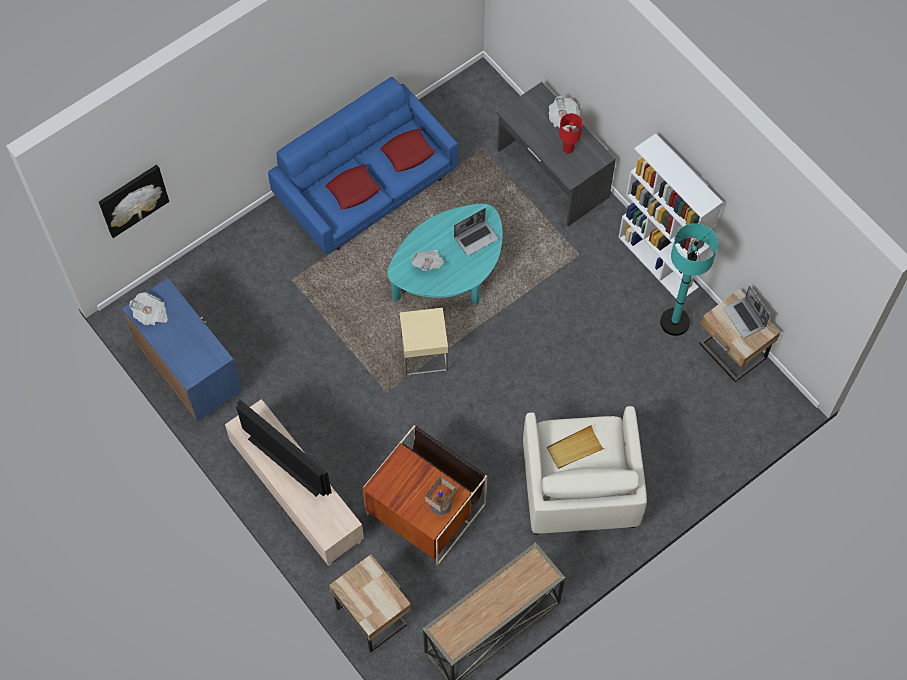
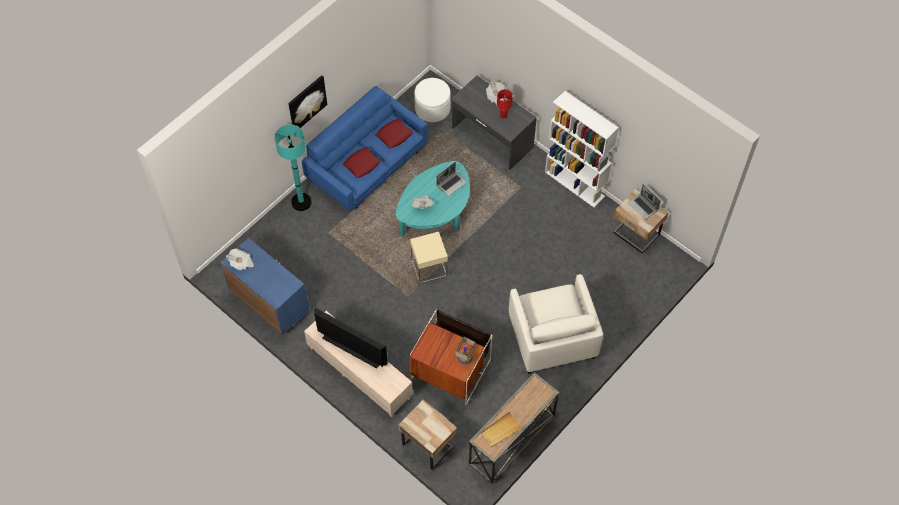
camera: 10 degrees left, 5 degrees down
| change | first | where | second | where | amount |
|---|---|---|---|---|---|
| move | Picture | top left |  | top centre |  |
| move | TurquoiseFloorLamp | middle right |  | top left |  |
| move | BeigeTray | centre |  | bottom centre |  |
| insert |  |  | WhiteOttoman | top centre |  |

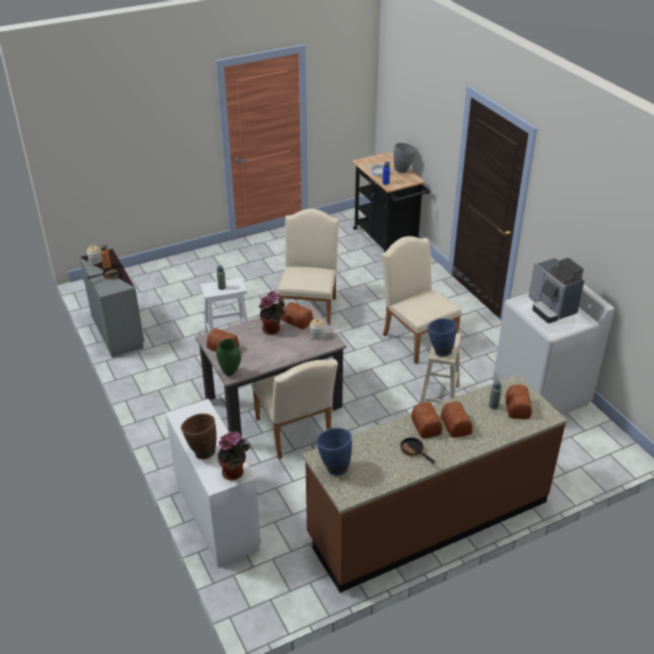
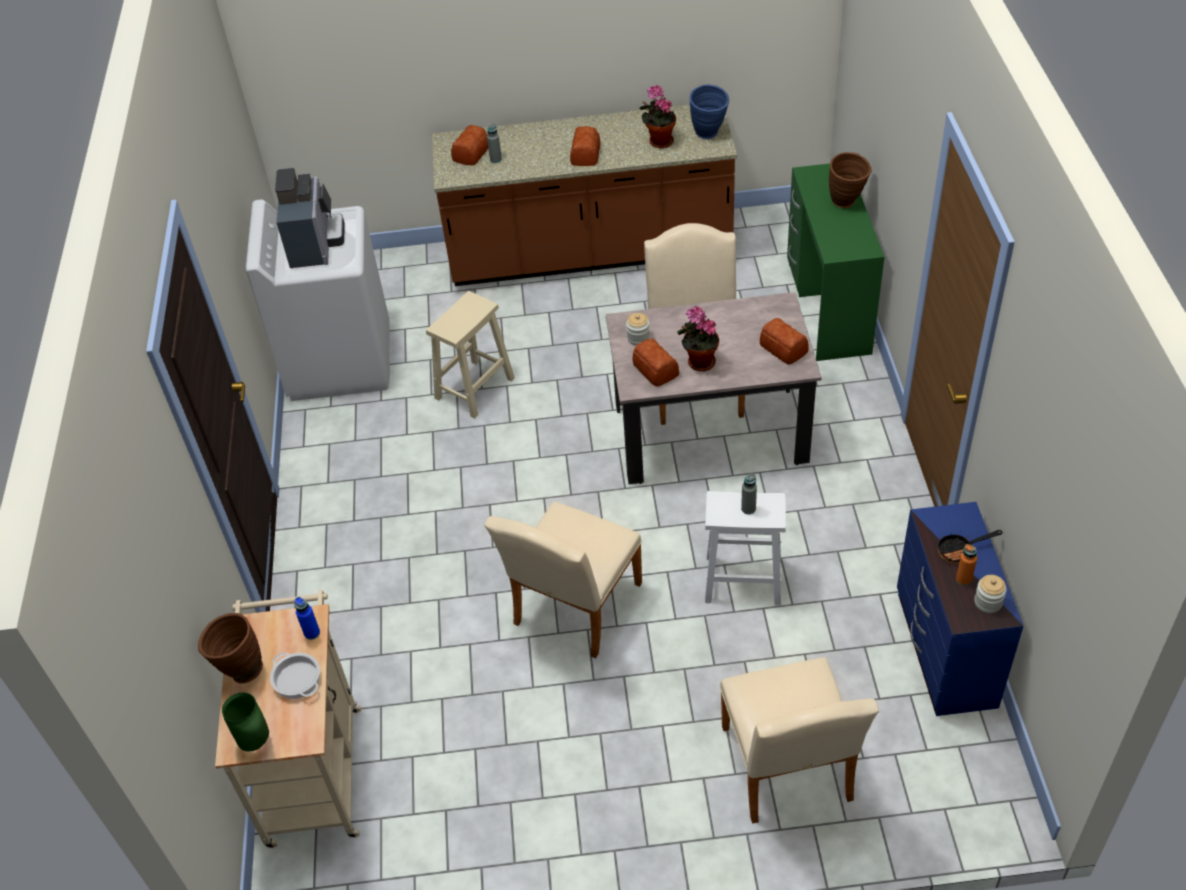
camera: 155 degrees left, 10 degrees up
| change | first | where | second | where | amount |
|---|---|---|---|---|---|
| recolor | GreyVase | top centre | BrownVase (1st from left) | bottom left |  |
| recolor | BlackCart | top centre | BeigeCart | bottom left |  |
| move | BeigeChair (3rd from left) | centre |  | bottom right |  |
| recolor | GreyDresser | middle left | BlueDresser | bottom right |  |
| delete | BlueVase (2nd from left) | middle right |  |  |  |
| move | GreenVase | centre |  | bottom left |  |
| recolor | WhiteDesk | bottom left | GreenDesk | top right |  |
| delete | Bread (4th from left) | middle right |  |  |  |
| move | PottedPlant (1st from left) | bottom centre |  | top centre |  |
| delete | FryingPan (2nd from left) | bottom centre |  |  |  |

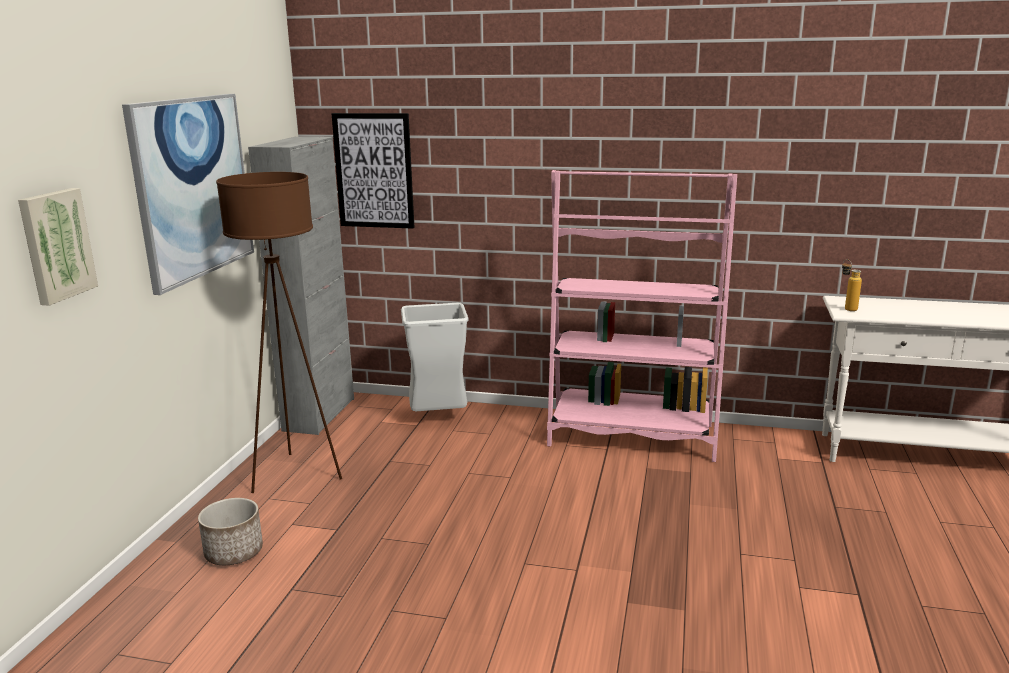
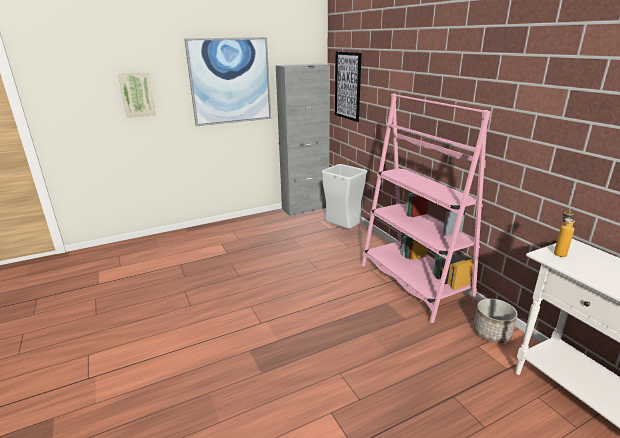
camera: 50 degrees right, 5 degrees up
| change | first | where | second | where | amount |
|---|---|---|---|---|---|
| delete | BrownFloorLamp | middle left |  |  |  |
| move | Planter | bottom left |  | bottom right |  |

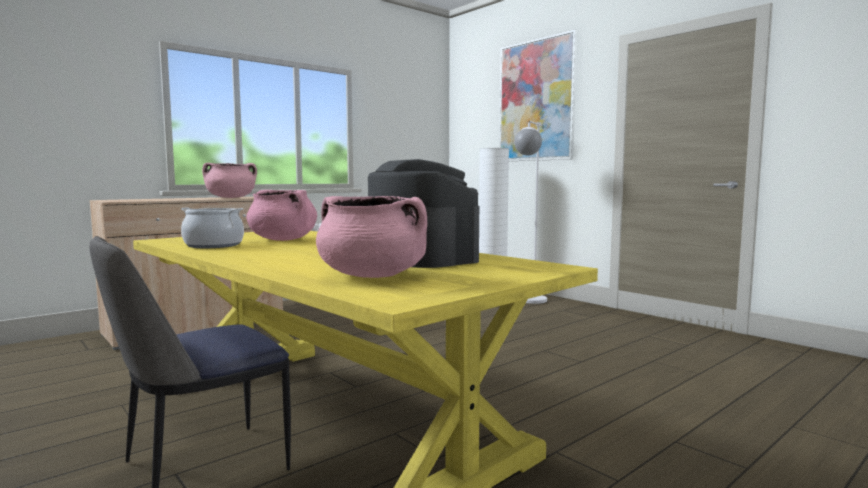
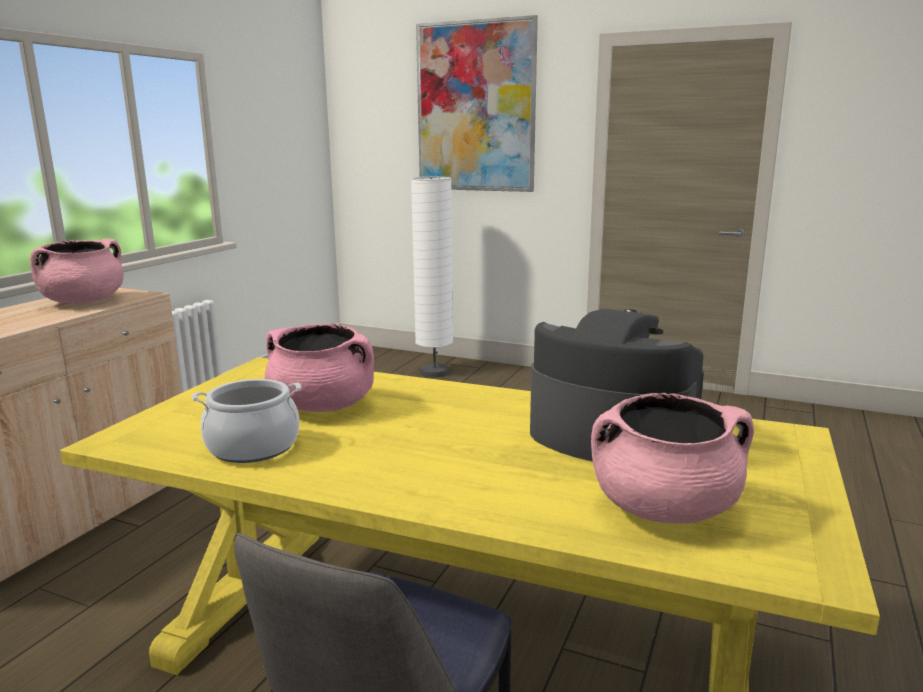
camera: 25 degrees left, 10 degrees up
| change | first | where | second | where | amount |
|---|---|---|---|---|---|
| delete | WhiteFloorLamp (2nd from left) | centre |  |  |  |

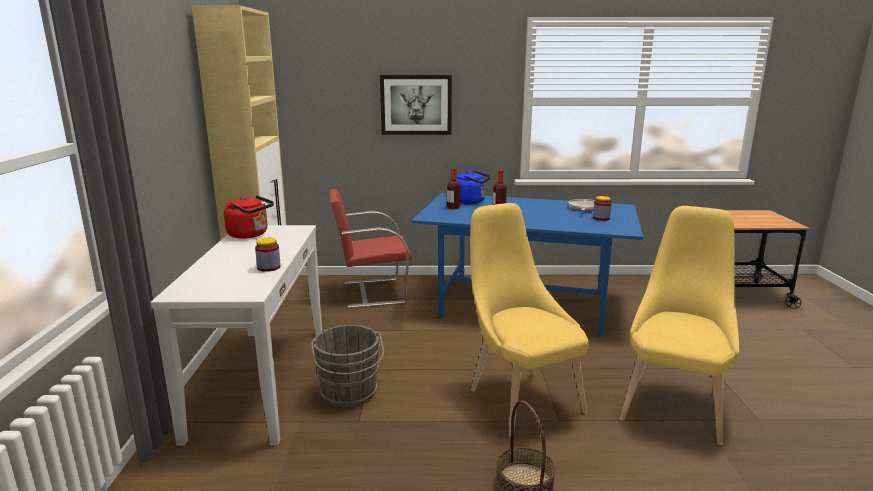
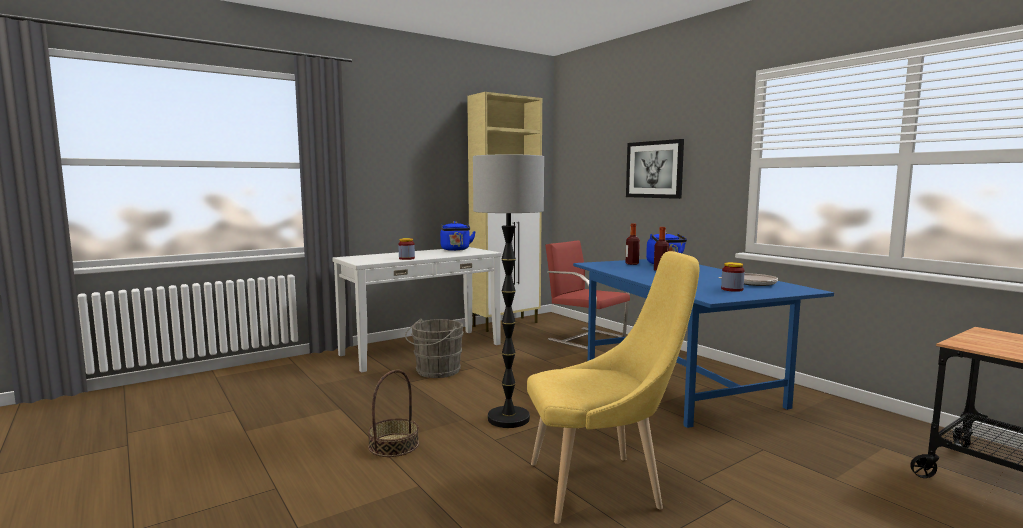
camera: 55 degrees right, 10 degrees down
| change | first | where | second | where | amount |
|---|---|---|---|---|---|
| recolor | RedKettle | middle left | BlueKettle (1st from left) | centre |  |
| replace | YellowChair (1st from left) | centre | FloorLamp | centre |  |

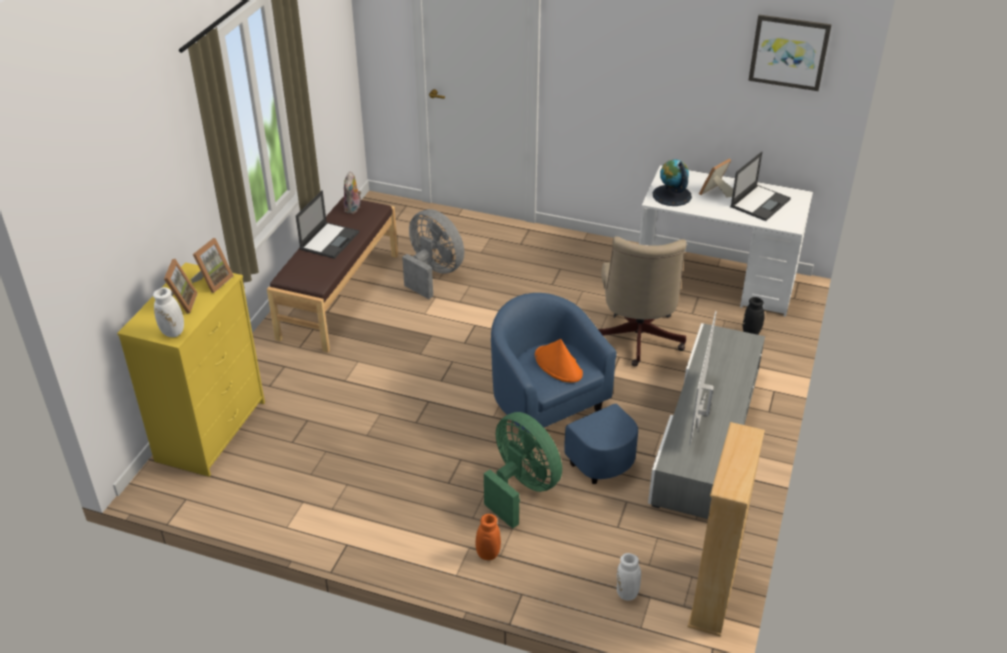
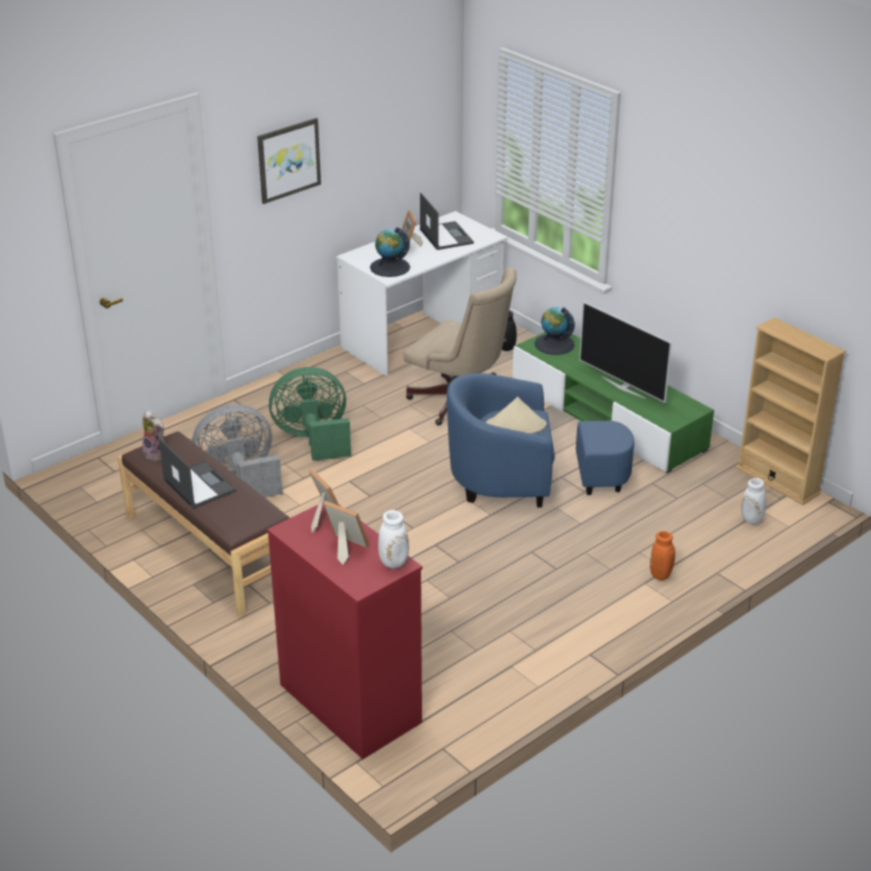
camera: 60 degrees left, 5 degrees down
| change | first | where | second | where | amount |
|---|---|---|---|---|---|
| move | Picture | top right |  | top left |  |
| recolor | YellowDresser | middle left | RedDresser | bottom centre |  |
| recolor | GreyTvStand | middle right | GreenTvStand | middle right |  |
| recolor | OrangeHat | centre | BeigeHat | centre |  |
| move | GreenFan | bottom centre |  | centre |  |
| insert |  |  | Globe (2nd from left) | centre |  |

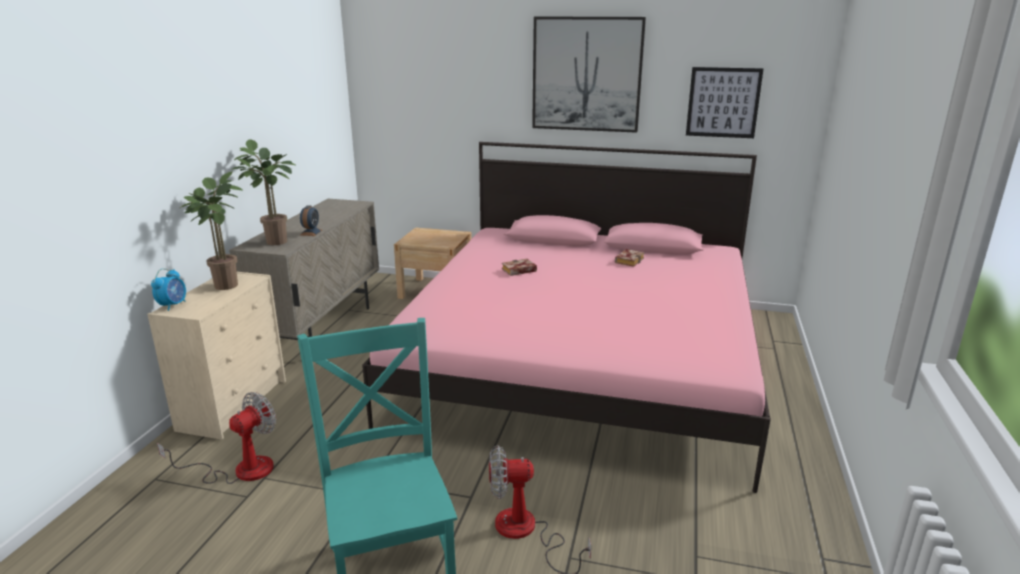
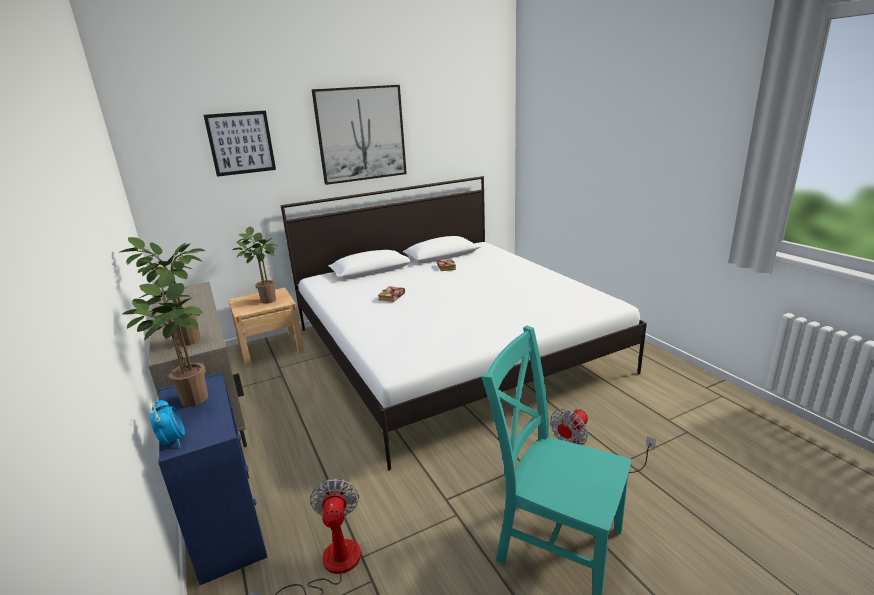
camera: 40 degrees left, 0 degrees up
| change | first | where | second | where | amount |
|---|---|---|---|---|---|
| move | Picture (2nd from left in the first image) | top right | Picture (1st from left) | top left |  |
| recolor | PinkBed | centre | WhiteBed | centre |  |
| delete | AlarmClock (2nd from left) | middle left |  |  |  |
| recolor | BeigeDresser | middle left | BlueDresser | bottom left |  |
| insert |  |  | PottedPlant (3rd from left) | middle left |  |

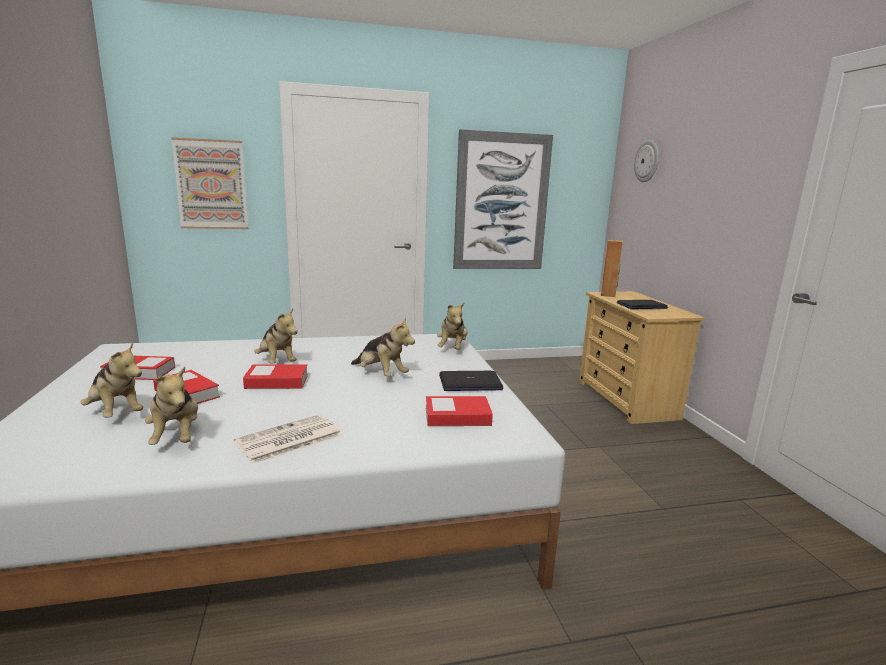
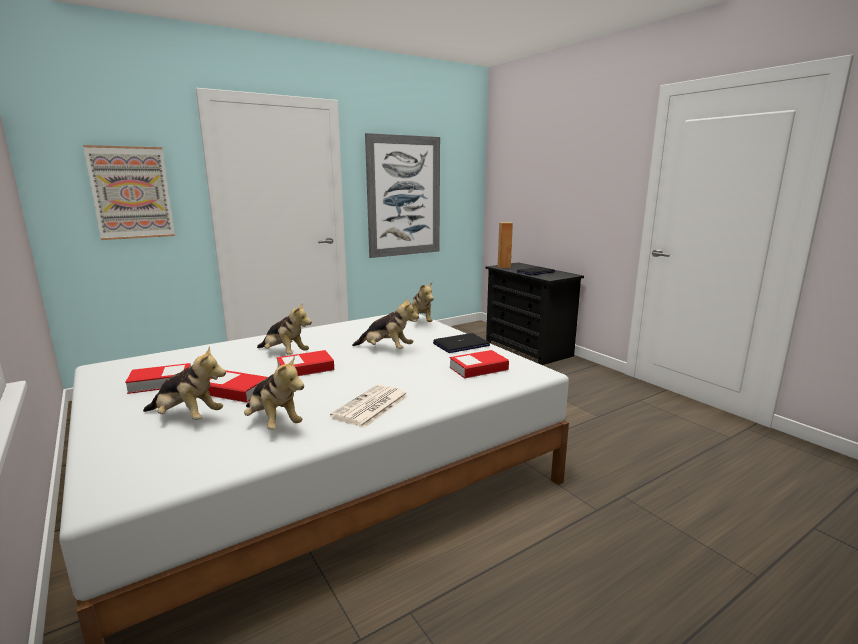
camera: 20 degrees left, 0 degrees up
| change | first | where | second | where | amount |
|---|---|---|---|---|---|
| delete | WallClock | top right |  |  |  |
| recolor | BeigeDresser | middle right | BlackDresser | centre |  |

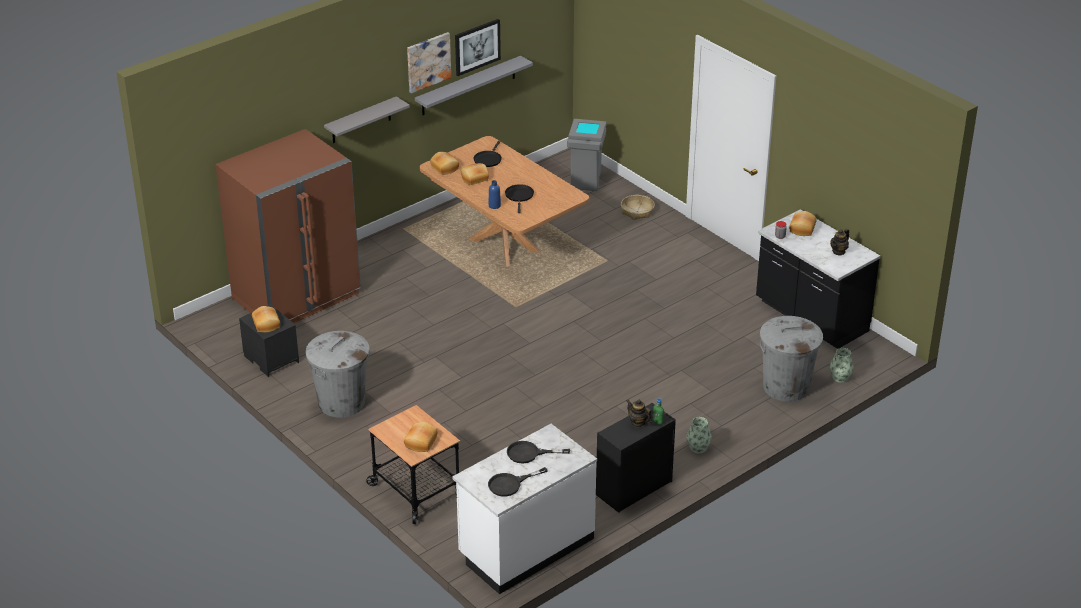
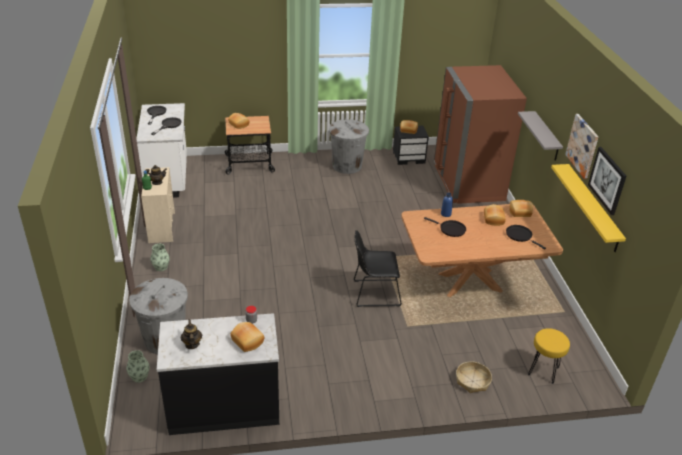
camera: 120 degrees right, 0 degrees up
| change | first | where | second | where | amount |
|---|---|---|---|---|---|
| recolor | GreyShelf (2nd from left) | top centre | YellowShelf | middle right |  |
| replace | GreyTrashCan (2nd from left) | top centre | YellowStool | bottom right |  |
| recolor | BlackDresser | bottom centre | BeigeDresser | middle left |  |
| insert |  |  | BlackChair | centre |  |

